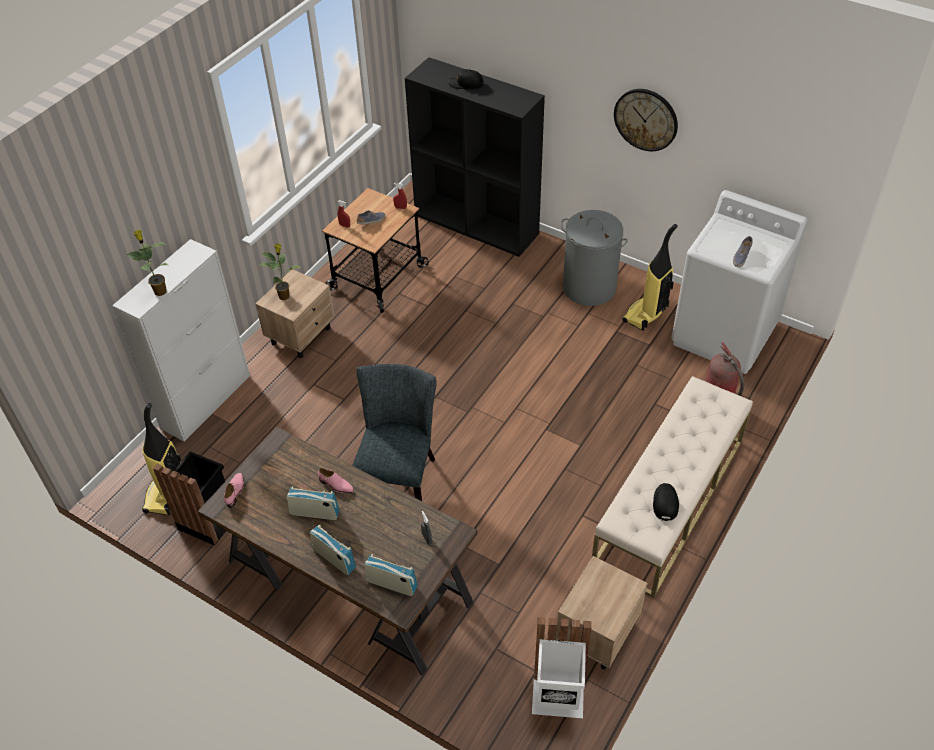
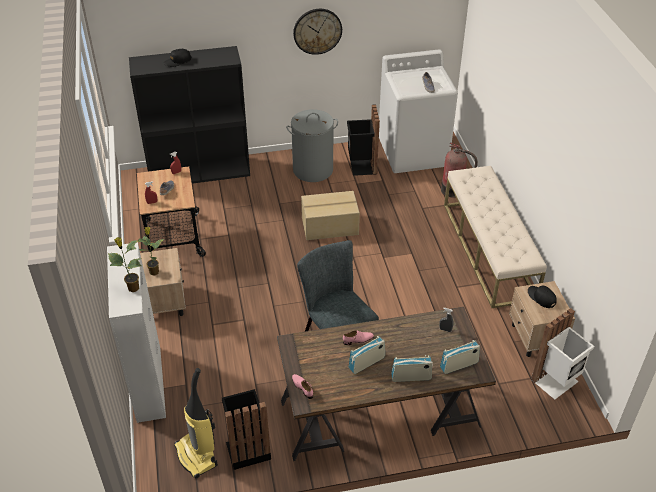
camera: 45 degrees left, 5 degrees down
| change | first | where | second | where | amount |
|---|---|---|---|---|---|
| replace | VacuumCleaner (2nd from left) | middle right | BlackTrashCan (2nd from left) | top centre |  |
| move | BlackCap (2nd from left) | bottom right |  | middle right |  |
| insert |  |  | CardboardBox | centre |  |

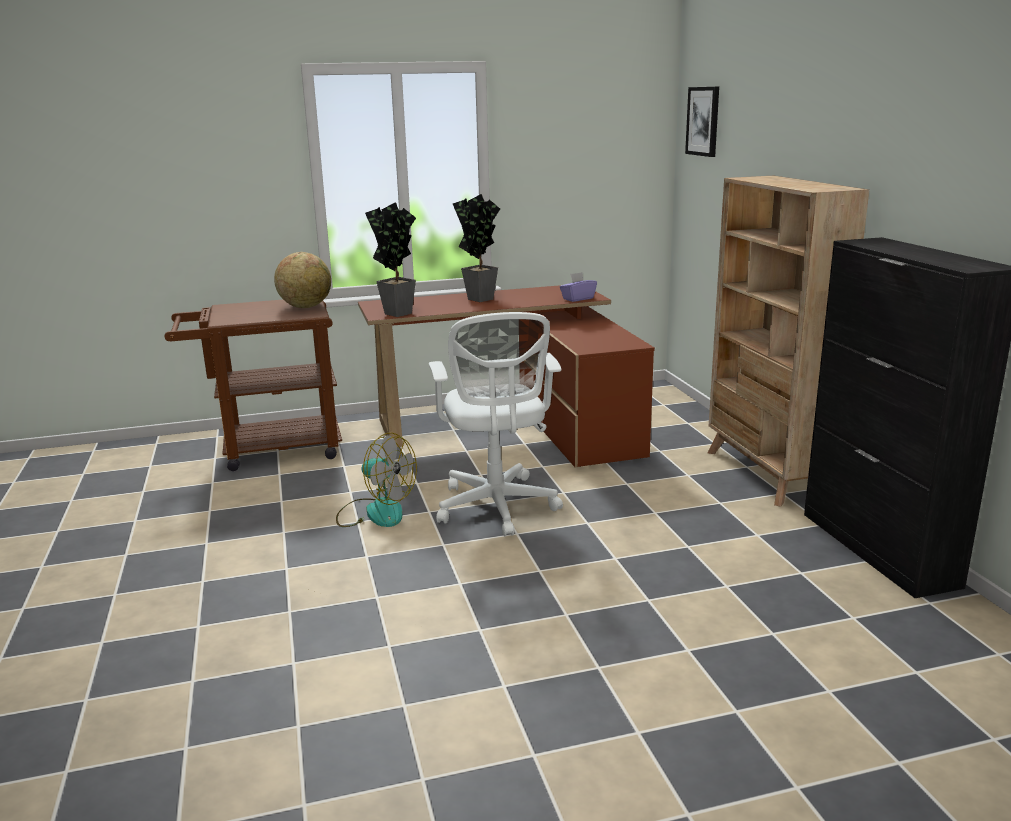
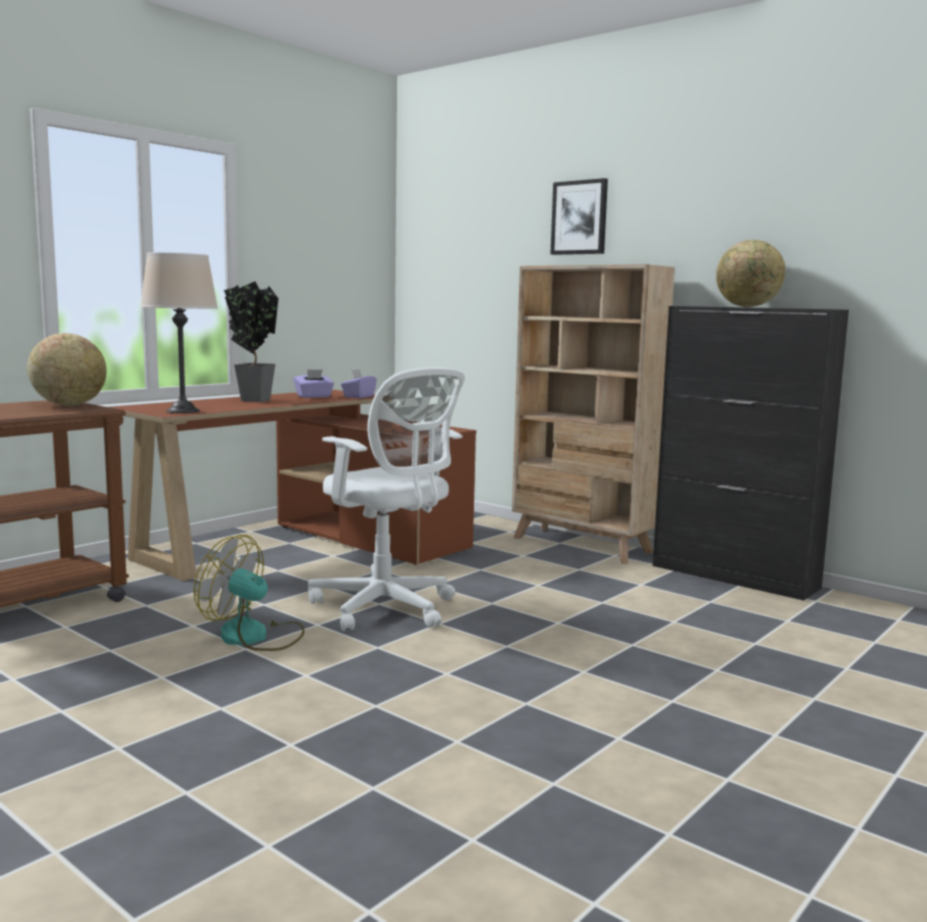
camera: 35 degrees left, 10 degrees down
| change | first | where | second | where | amount |
|---|---|---|---|---|---|
| move | Picture | top right |  | top centre |  |
| replace | PottedPlant (1st from left) | top centre | BeigeTableLamp | middle left |  |
| rotate | Fan | centre |  | middle left | 150 degrees counterclockwise |
| insert |  |  | Globe (2nd from left) | top right |  |
| insert |  |  | PurpleTissueBox (1st from left) | centre |  |

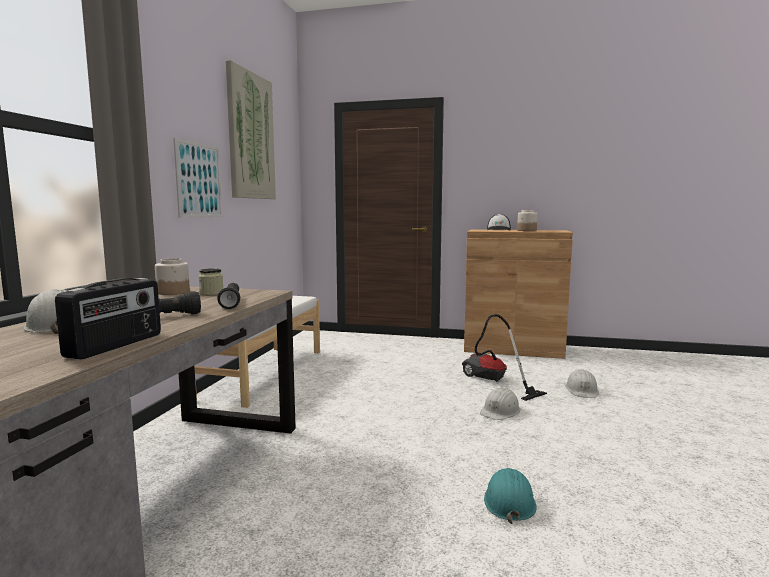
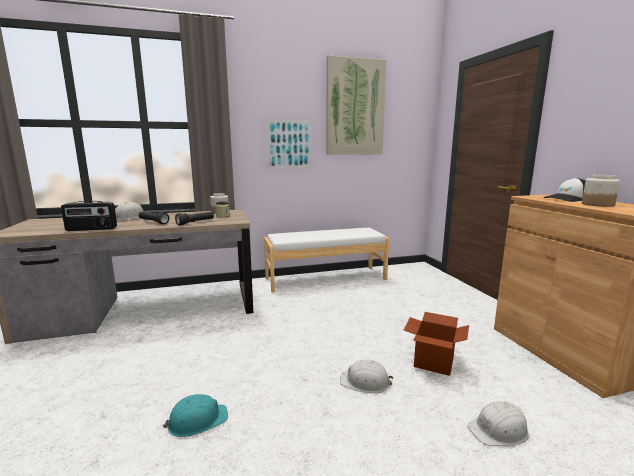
camera: 60 degrees right, 5 degrees up
| change | first | where | second | where | amount |
|---|---|---|---|---|---|
| replace | VacuumCleaner | centre | CardboardBox | bottom right |  |

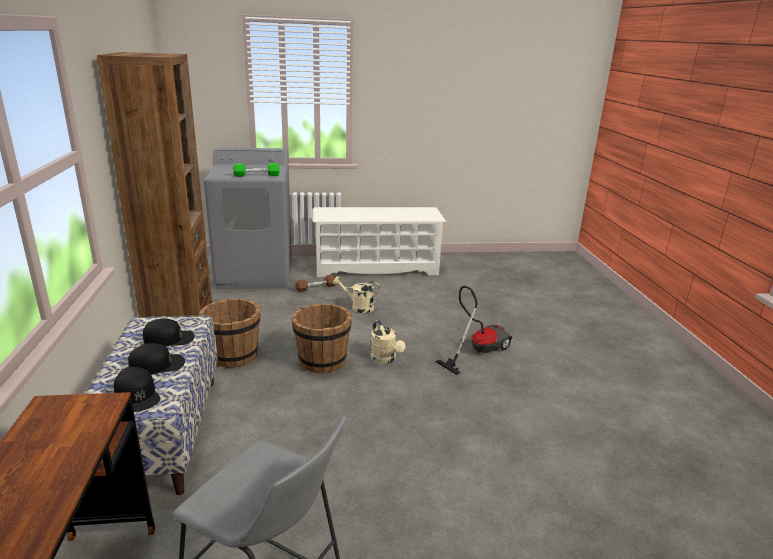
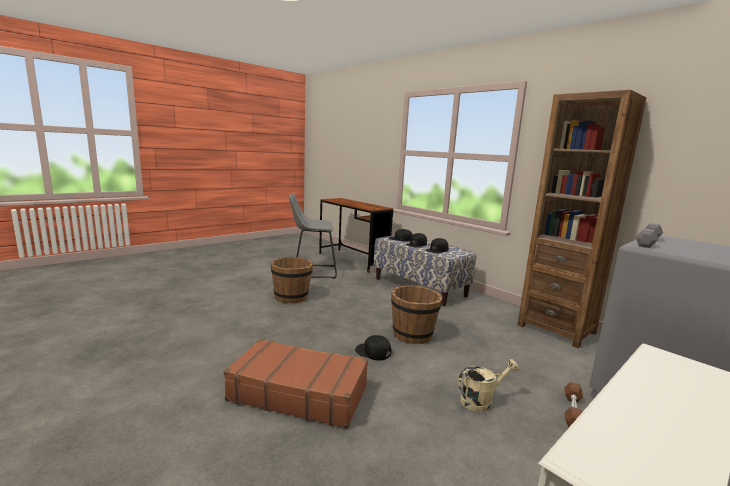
camera: 145 degrees right, 10 degrees down
| change | first | where | second | where | amount |
|---|---|---|---|---|---|
| recolor | GreenDumbbell | top left | GreyDumbbell | middle right |  |
| replace | VacuumCleaner | centre | BrownSuitcase | bottom centre |  |
| move | BrownBucket (1st from left) | middle left |  | centre |  |
| replace | BeigeWateringCan (2nd from left) | centre | BlackCap (1st from left) | bottom centre |  |

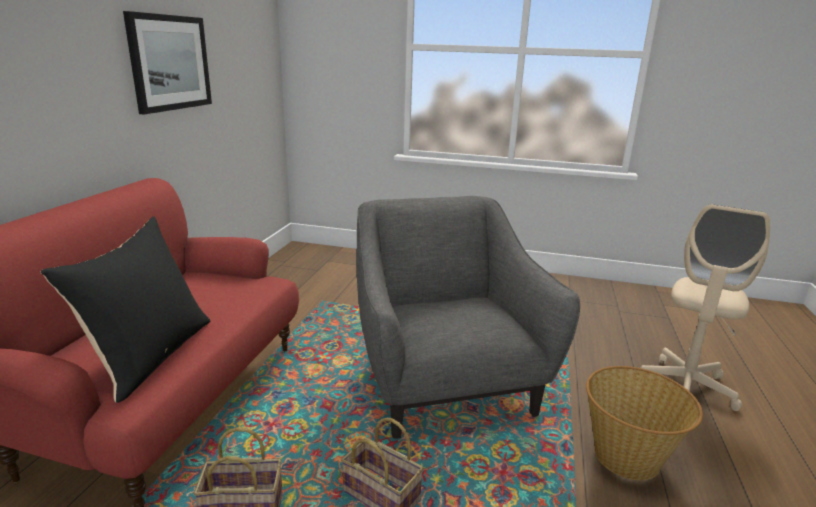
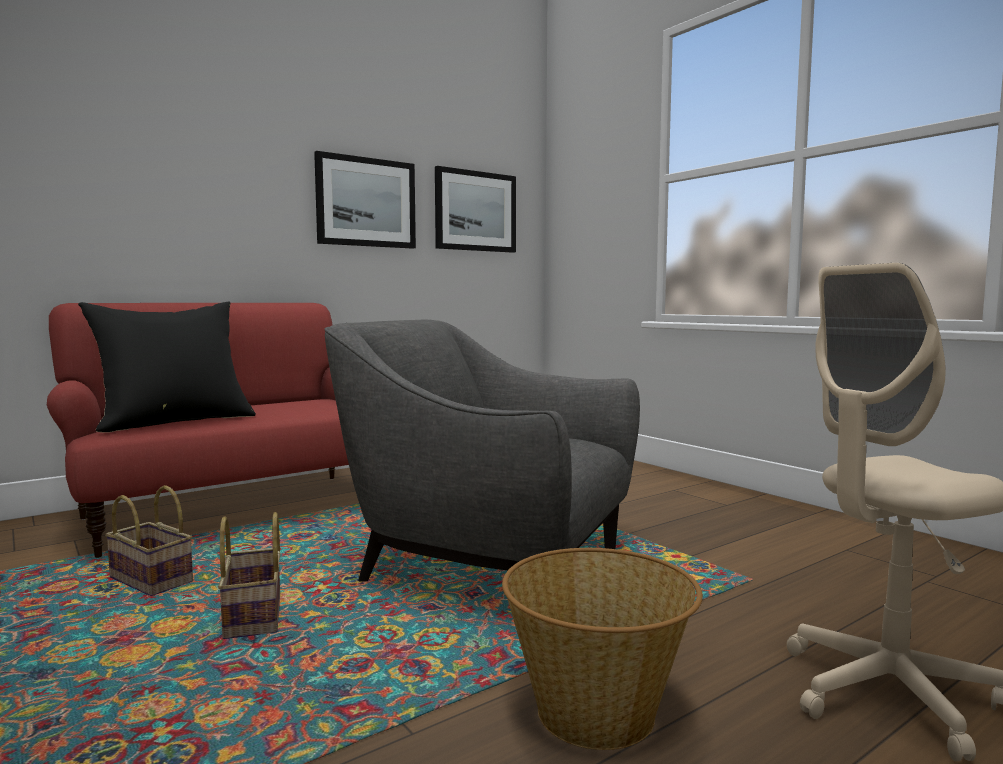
camera: 40 degrees right, 15 degrees down
| change | first | where | second | where | amount |
|---|---|---|---|---|---|
| rotate | GreyArmchair | centre |  | centre | 90 degrees counterclockwise |
| insert |  |  | Picture (2nd from left) | top centre |  |

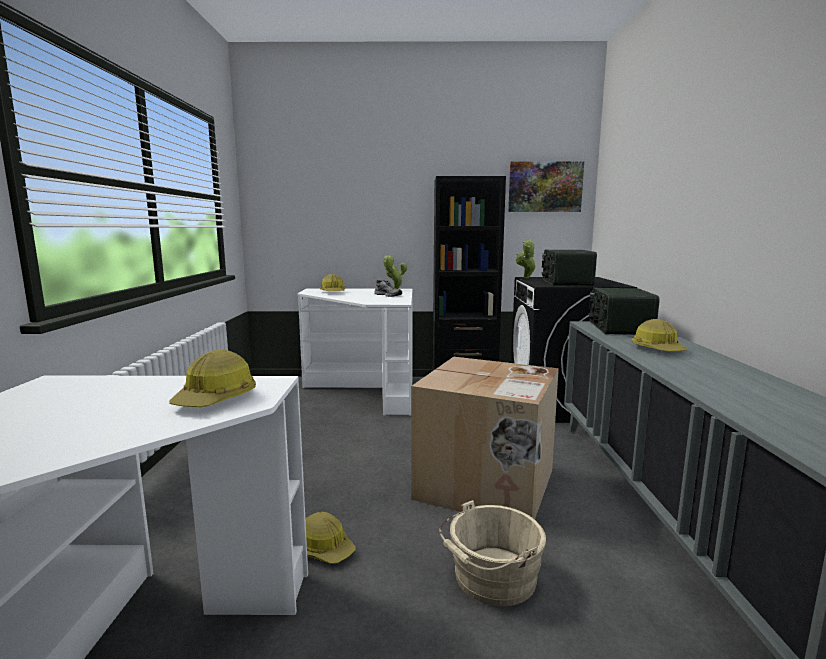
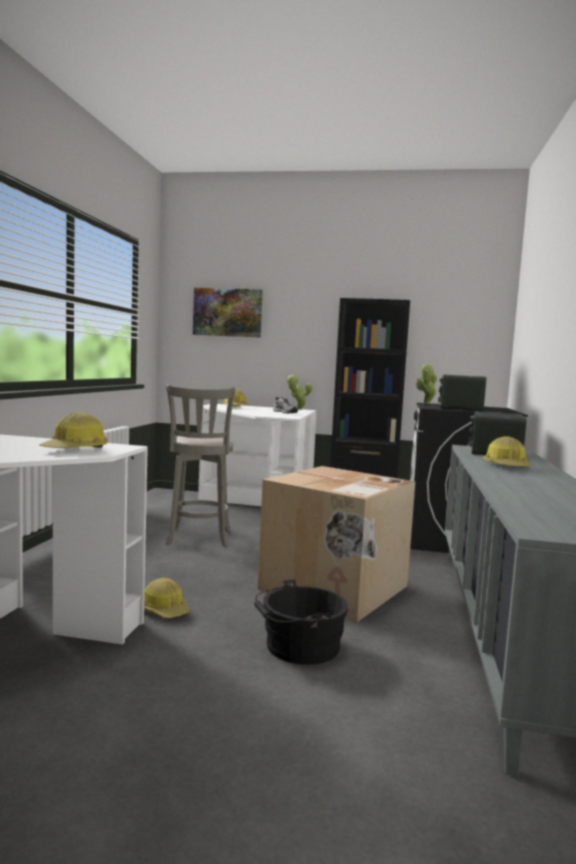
camera: 10 degrees right, 5 degrees down
| change | first | where | second | where | amount |
|---|---|---|---|---|---|
| move | Picture | top centre |  | centre |  |
| recolor | BeigeBucket | bottom centre | BlackBucket | bottom centre |  |
| insert |  |  | GreyStool | centre |  |

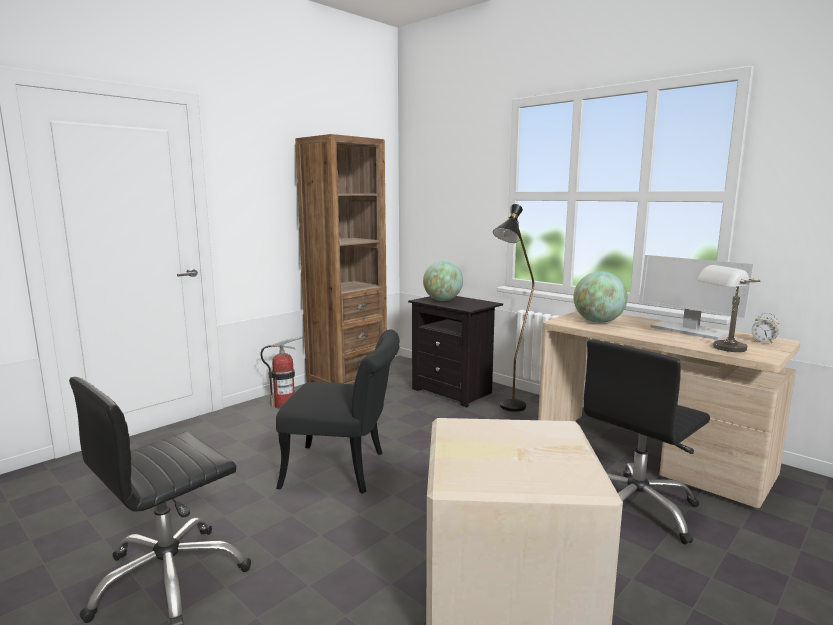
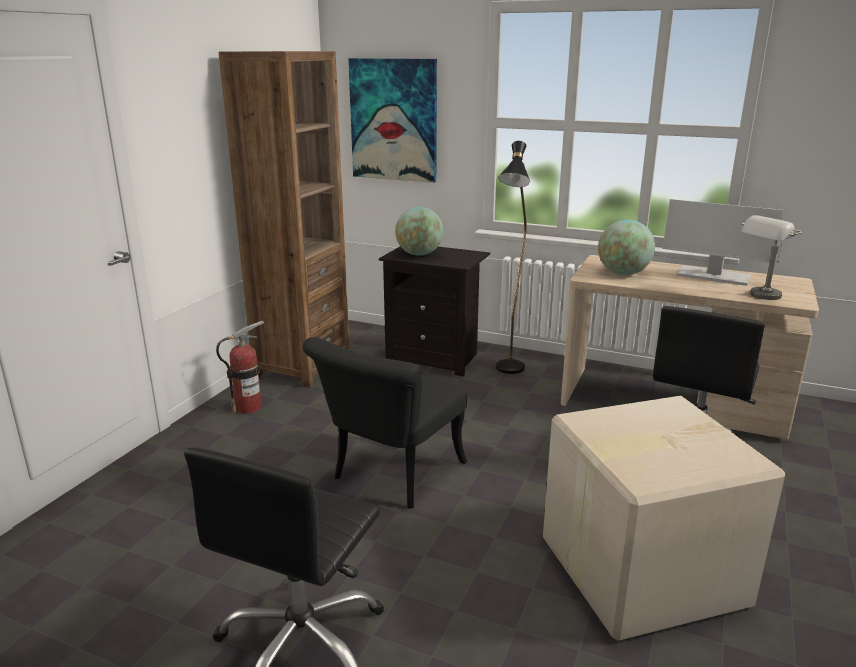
camera: 20 degrees left, 10 degrees up
| change | first | where | second | where | amount |
|---|---|---|---|---|---|
| delete | AlarmClock | middle right |  |  |  |
| rotate | BlackChair | centre |  | centre | 135 degrees clockwise |
| insert |  |  | Picture | top centre |  |

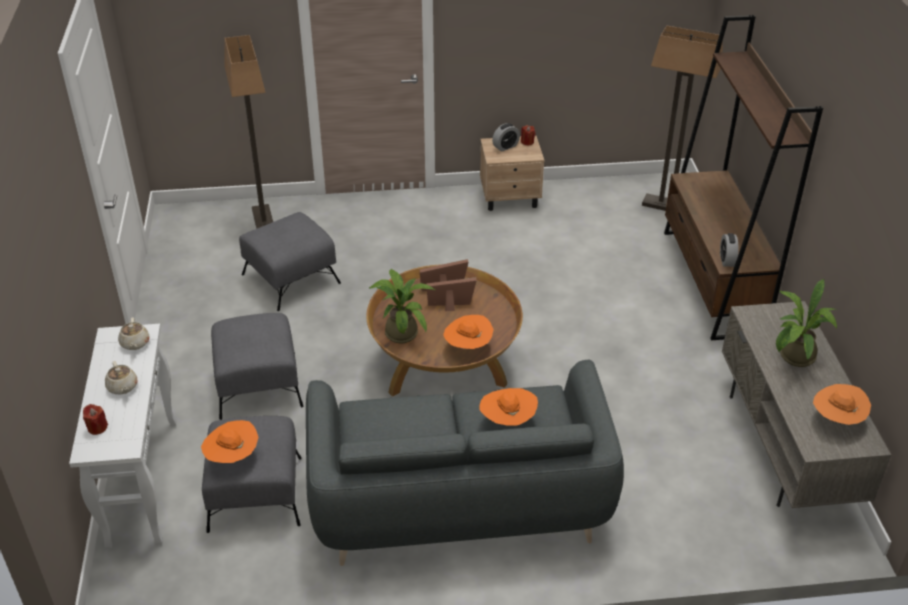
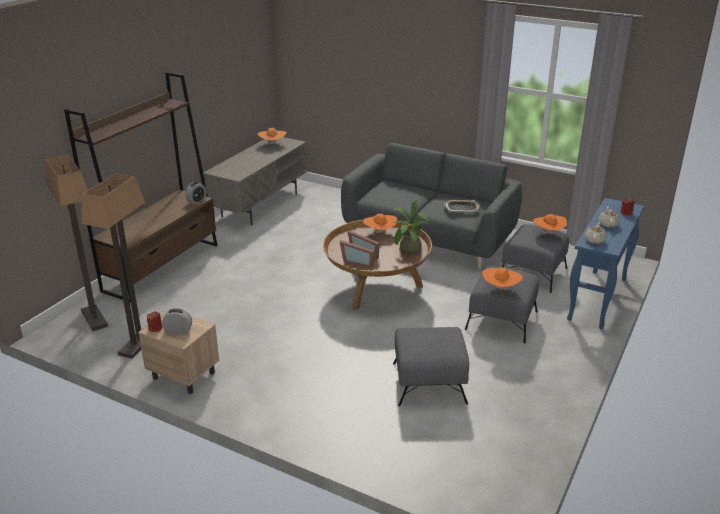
camera: 145 degrees left, 10 degrees down
| change | first | where | second | where | amount |
|---|---|---|---|---|---|
| move | FloorLamp (1st from left in the first image) | top left | FloorLamp (2nd from left) | middle left |  |
| delete | PottedPlant (2nd from left) | middle right |  |  |  |
| recolor | WhiteConsoleTable | bottom left | BlueConsoleTable | middle right |  |
| move | OrangeHat (3rd from left) | bottom centre |  | middle right |  |
| insert |  |  | Tray | centre |  |

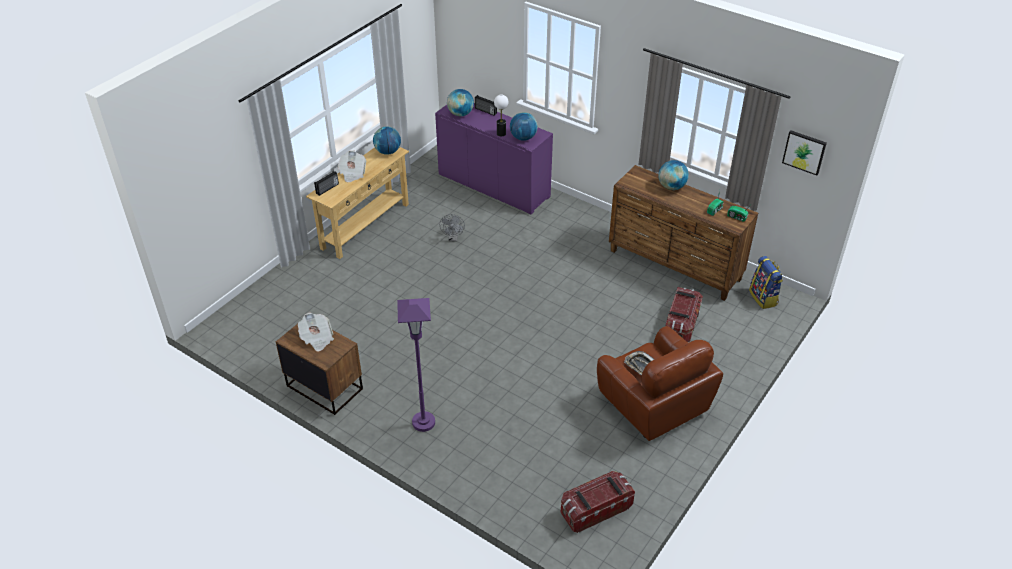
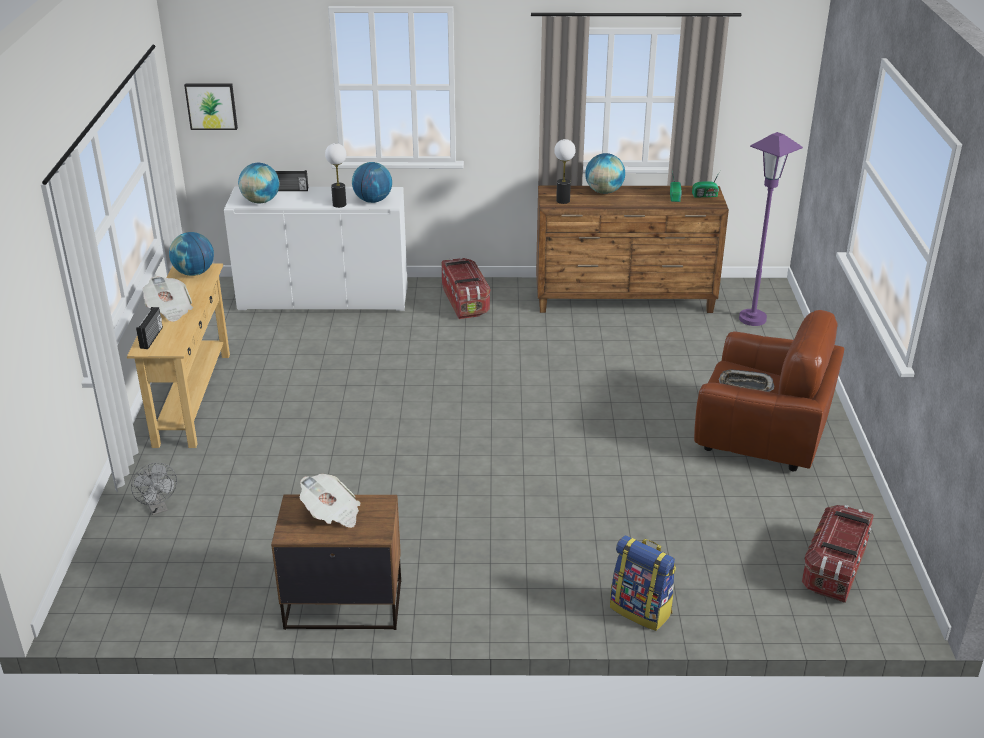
camera: 35 degrees left, 10 degrees down
| change | first | where | second | where | amount |
|---|---|---|---|---|---|
| recolor | PurpleCabinet | top centre | WhiteCabinet | middle left |  |
| move | Picture | top right |  | top left |  |
| move | GreyFan | centre |  | middle left |  |
| move | Backpack | middle right |  | bottom centre |  |
| move | StorageBox (2nd from left in the first image) | middle right | StorageBox (1st from left) | centre |  |
| move | PurpleFloorLamp | centre |  | top right |  |
| insert |  |  | TableLamp (2nd from left) | top centre |  |

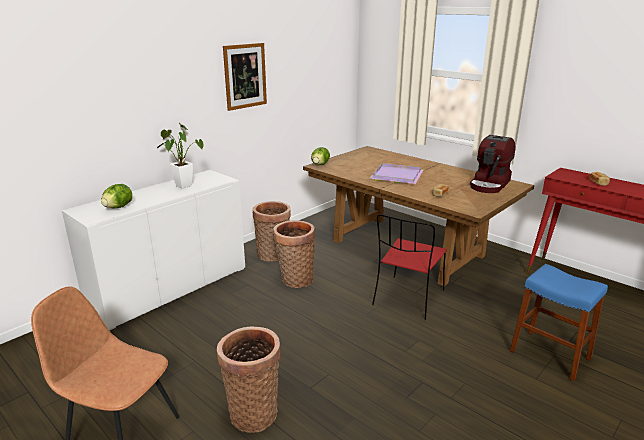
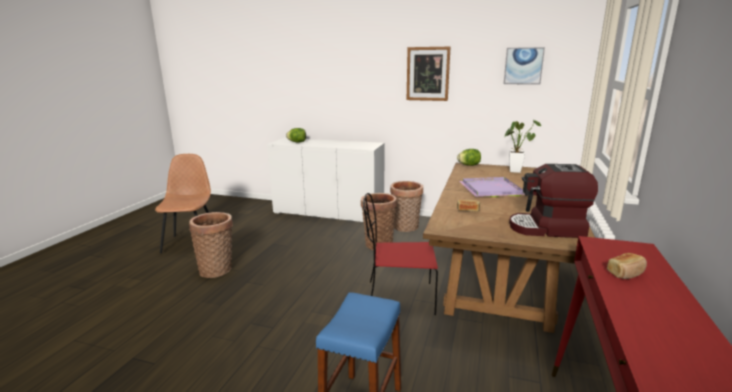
camera: 65 degrees right, 5 degrees down
| change | first | where | second | where | amount |
|---|---|---|---|---|---|
| move | PottedPlant | middle left |  | middle right |  |
| insert |  |  | Picture (2nd from left) | top right |  |

